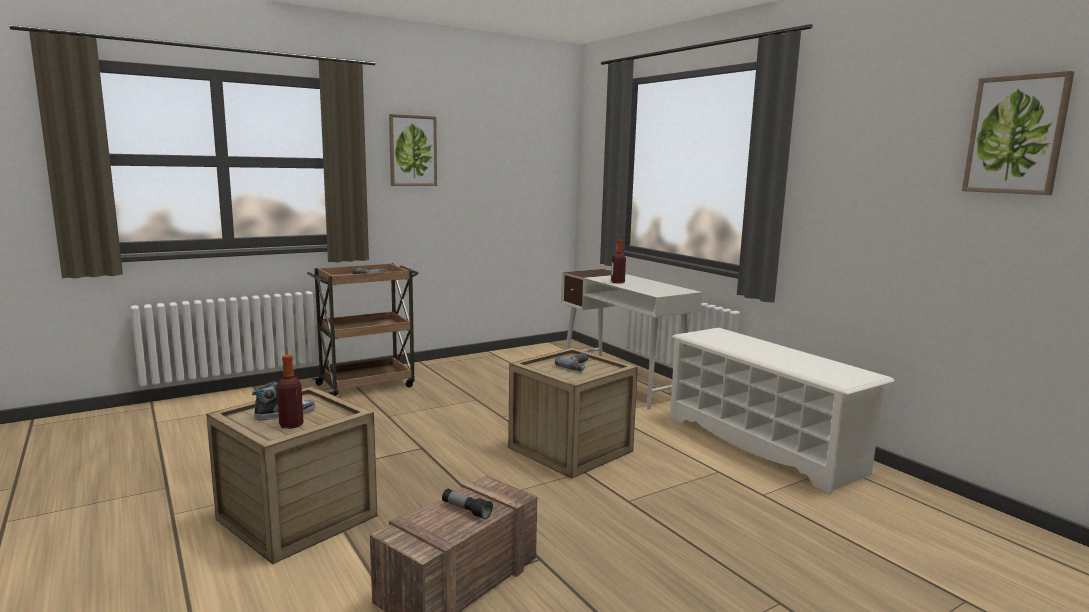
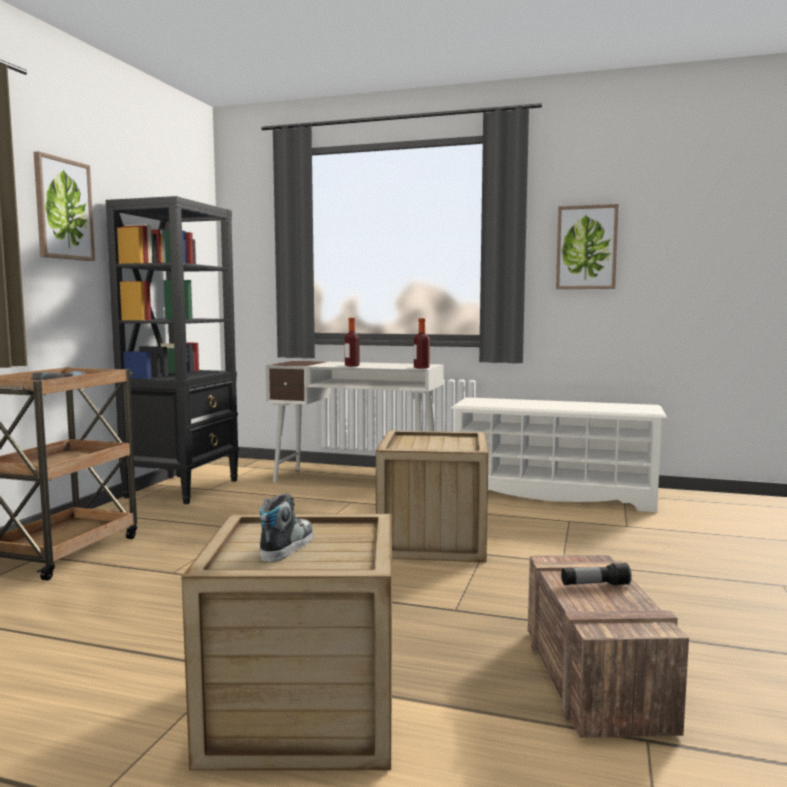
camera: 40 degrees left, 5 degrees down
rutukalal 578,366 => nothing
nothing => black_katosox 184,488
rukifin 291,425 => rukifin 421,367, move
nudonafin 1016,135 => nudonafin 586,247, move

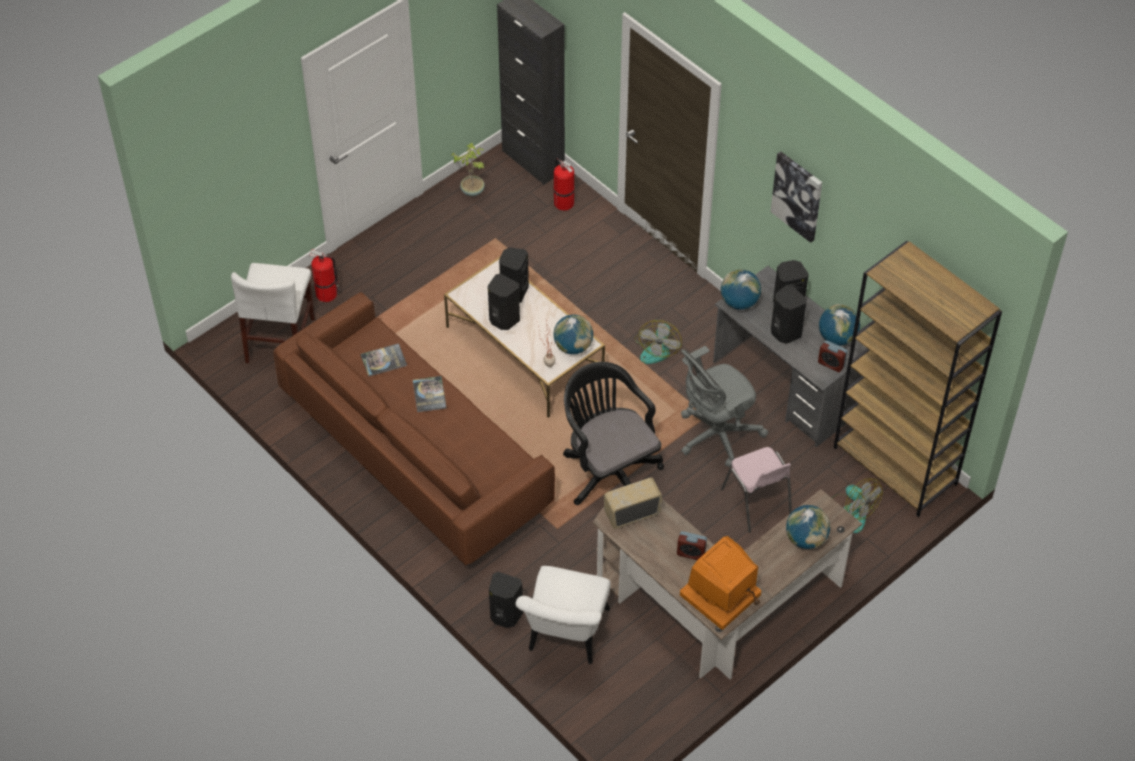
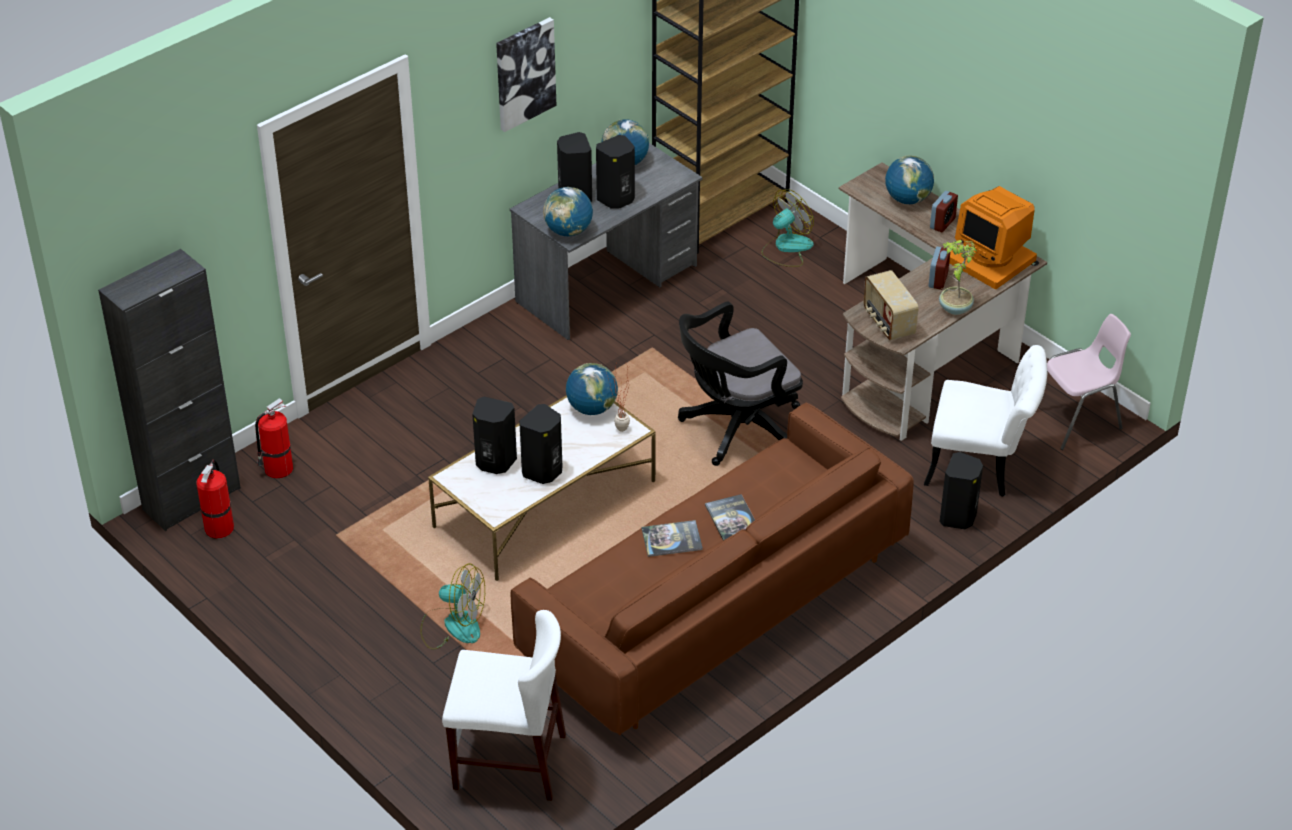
camera: 90 degrees left, 10 degrees down
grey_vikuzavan 715,436 => nothing
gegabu 327,294 => gegabu 219,526, move
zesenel 383,360 => zesenel 732,519, move
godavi 472,190 => godavi 954,308, move
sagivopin 657,348 => sagivopin 453,625, move
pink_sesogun 756,503 => pink_sesogun 1077,421, move
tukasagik 831,364 => tukasagik 942,223, move

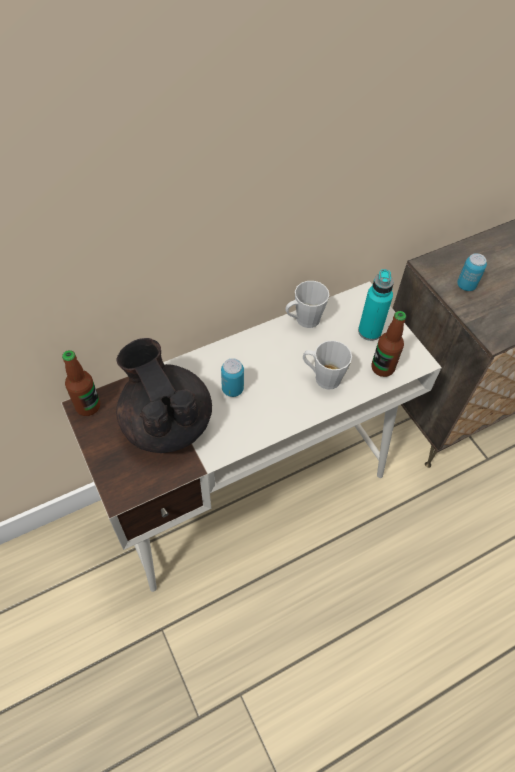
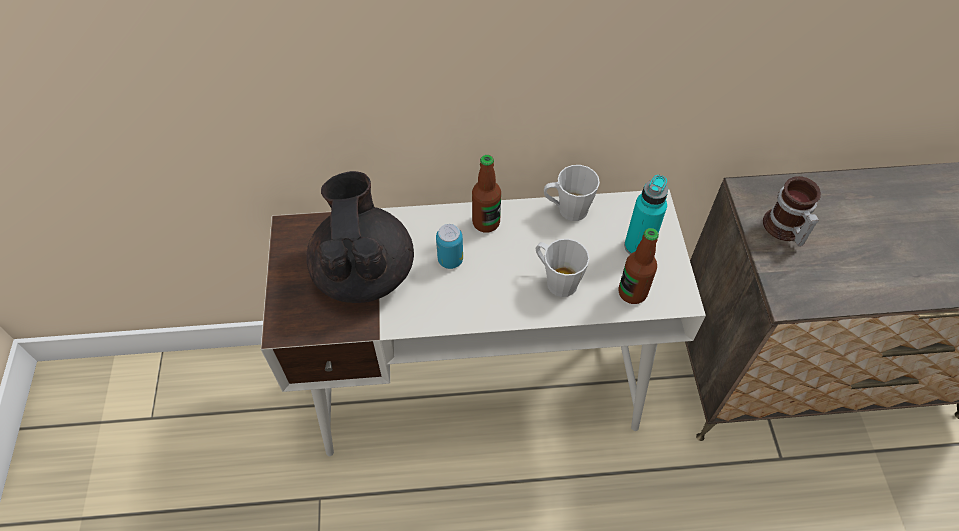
camera: 25 degrees right, 0 degrees up
rukifin 88,406 => rukifin 486,222, move
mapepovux 466,285 => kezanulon 783,228

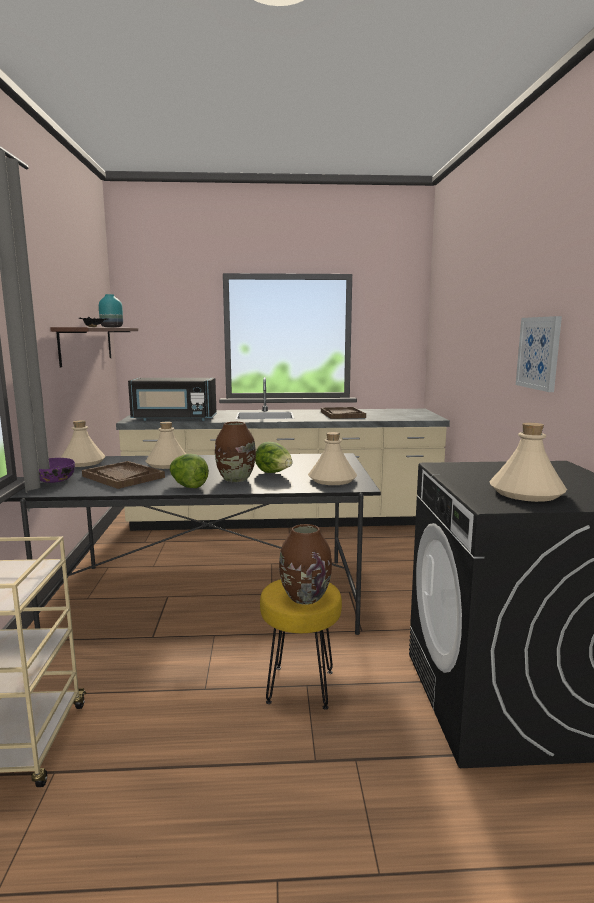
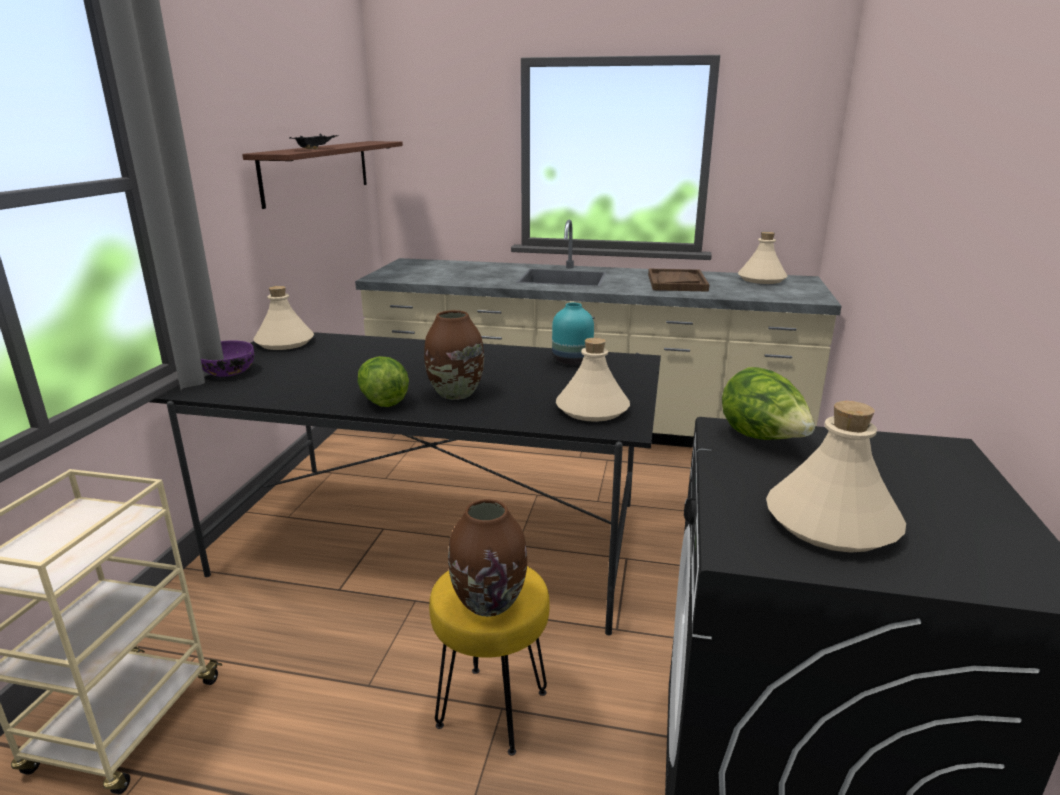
camera: 15 degrees right, 10 degrees up
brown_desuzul 123,477 => nothing
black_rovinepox 174,419 => nothing
nudonafin 539,353 => nothing
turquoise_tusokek 111,327 => turquoise_tusokek 572,361, move
beige_rukifin 168,464 => beige_rukifin 761,279, move
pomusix 274,473 => pomusix 763,439, move

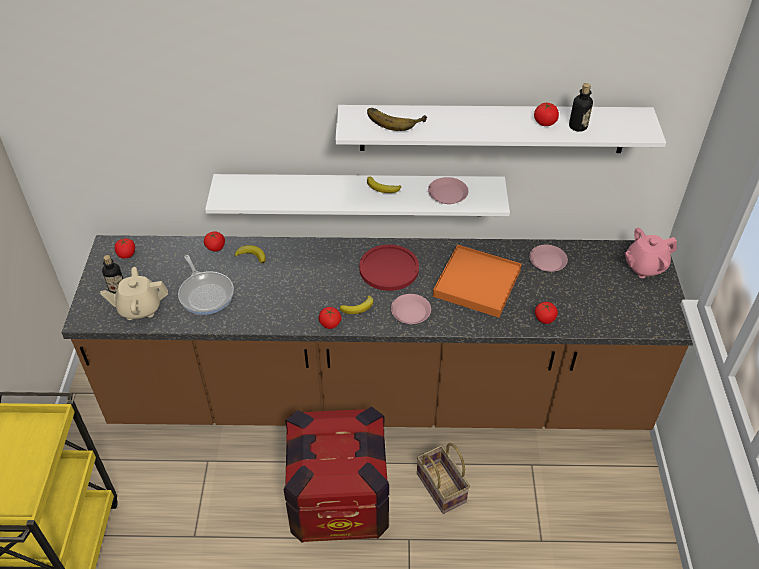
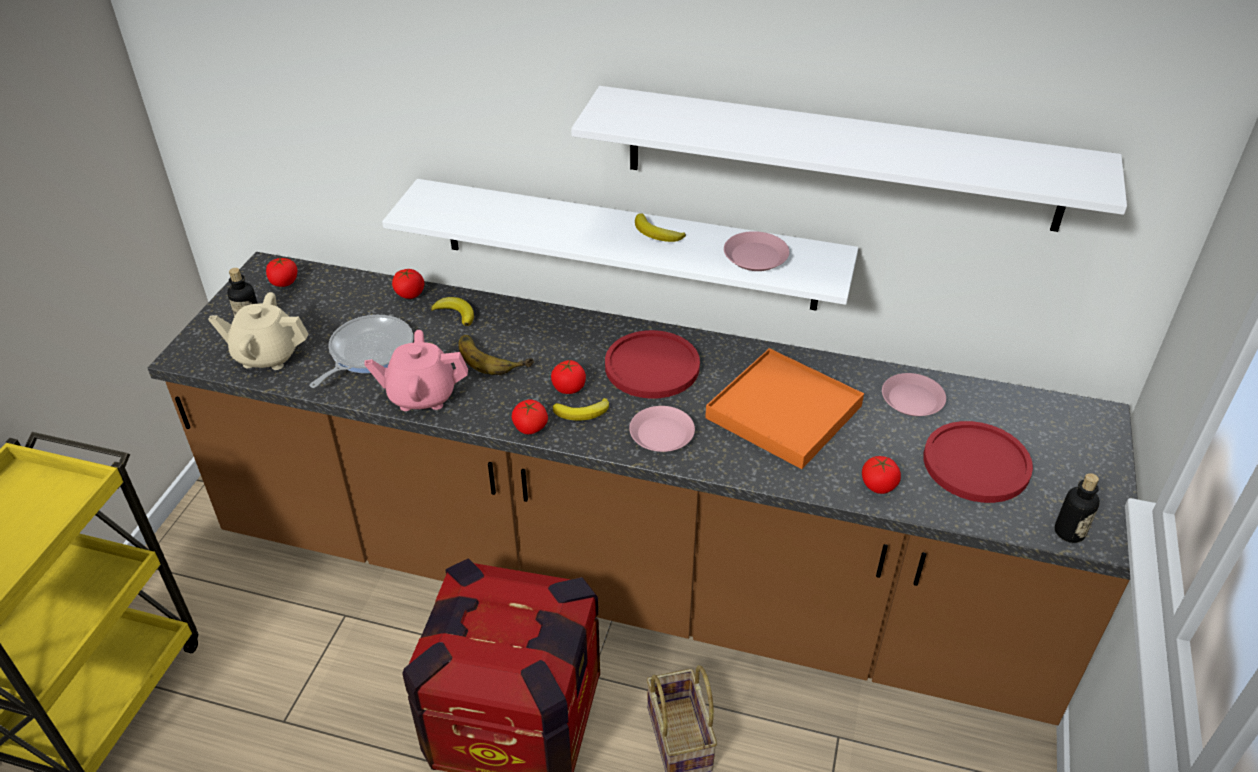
camera: 15 degrees right, 5 degrees down
nothing => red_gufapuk 976,463
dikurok 394,119 => dikurok 493,356, move
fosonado 545,122 => fosonado 569,387, move
rukifin 578,126 => rukifin 1069,532, move
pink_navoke 644,267 => pink_navoke 421,395, move
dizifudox 206,293 => dizifudox 368,352, 135 degrees counterclockwise

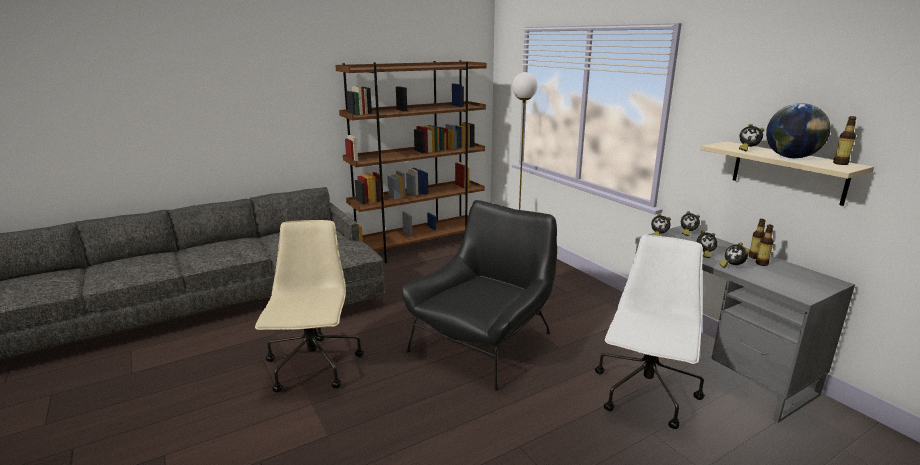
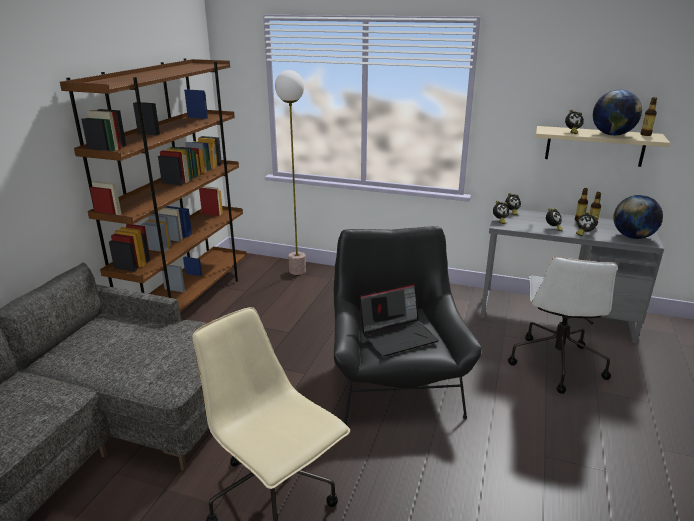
camera: 40 degrees left, 5 degrees up
nothing => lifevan 398,335
nothing => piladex 633,237
white_vikuzavan 645,395 => white_vikuzavan 556,362, 150 degrees counterclockwise

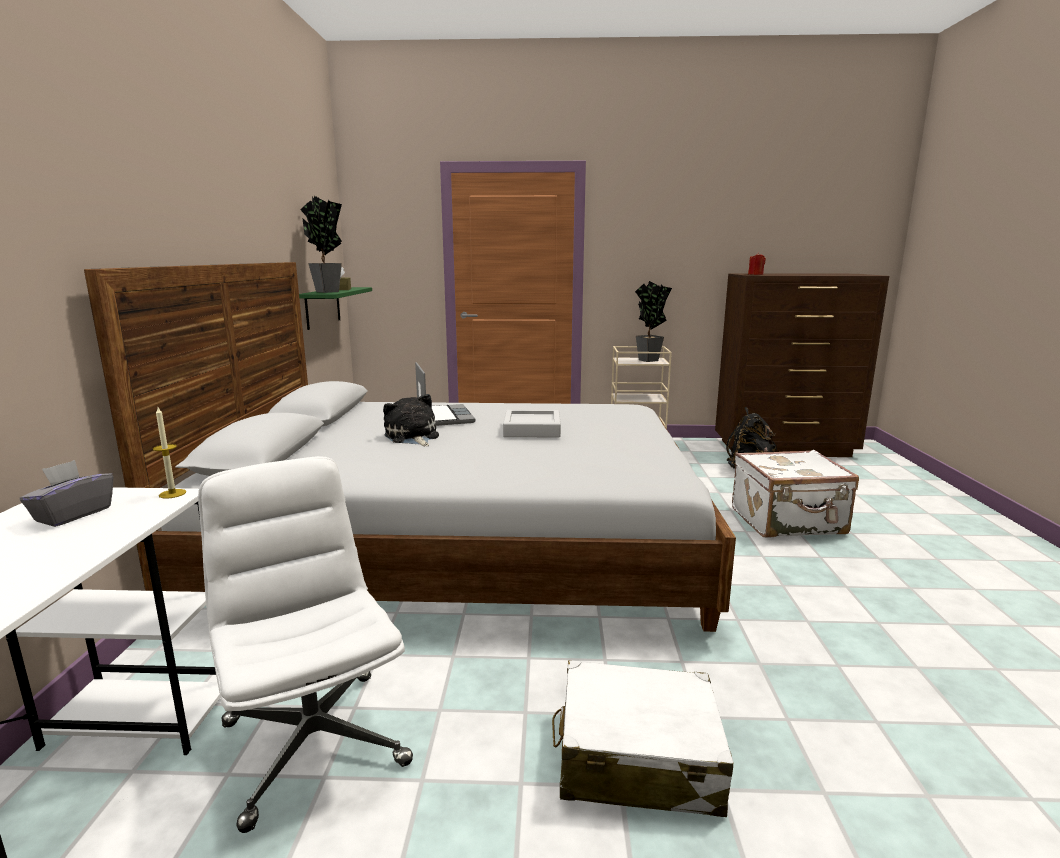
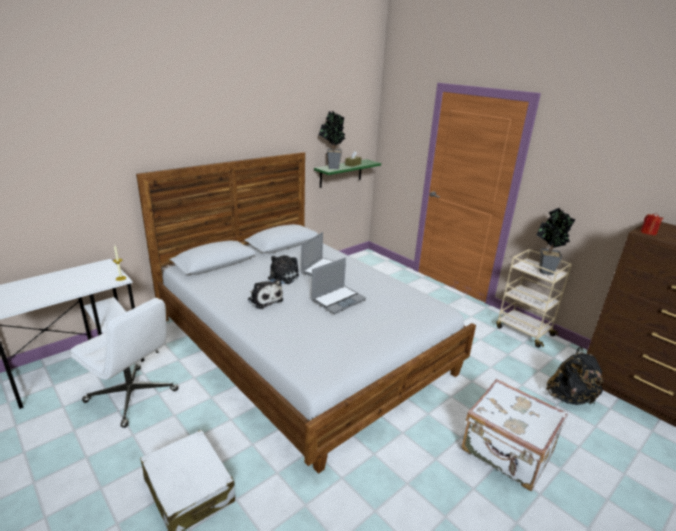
camera: 45 degrees right, 10 degrees up
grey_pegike 73,514 => nothing
nothing => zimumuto 264,299
grey_desuzul 532,429 => lifevan 338,300
white_vikuzavan 313,742 => white_vikuzavan 133,396, 105 degrees clockwise

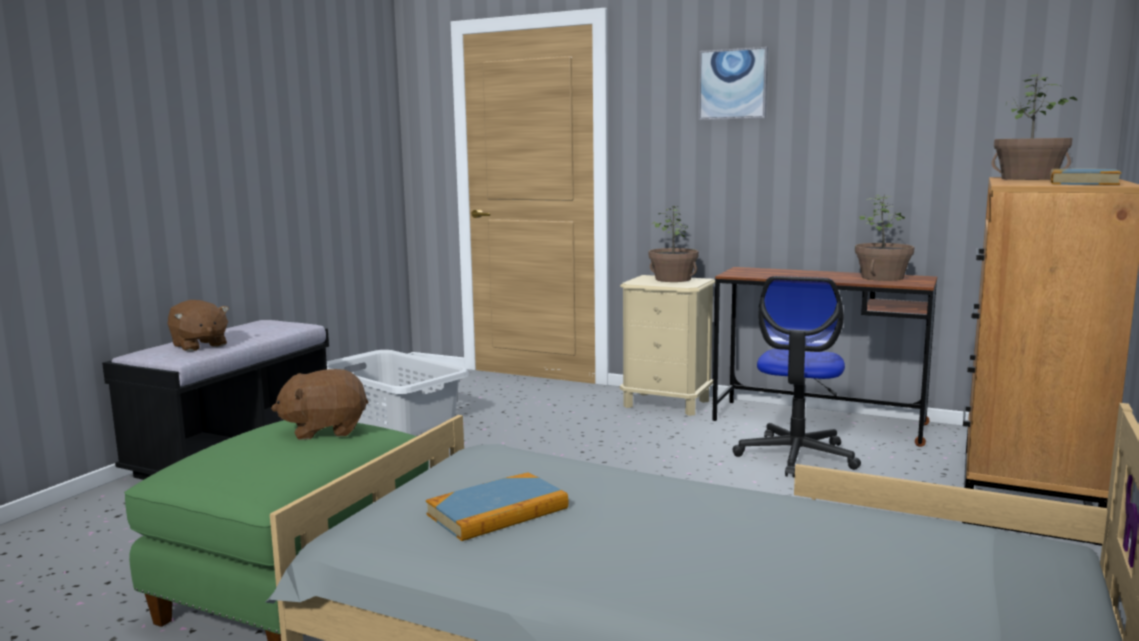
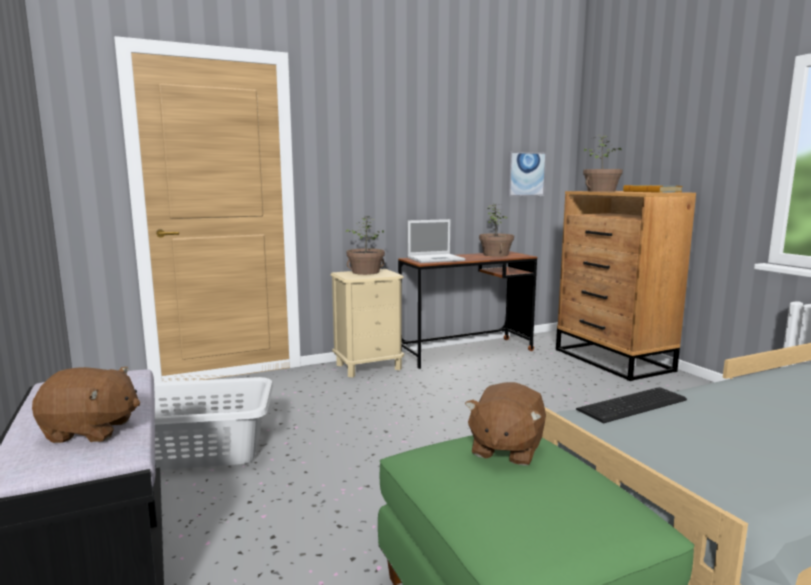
camera: 50 degrees left, 0 degrees up
zesenel 498,511 => nothing
vikuzavan 796,456 => nothing
nothing => lifevan 436,259
nothing => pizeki 635,405
nudonafin 733,84 => nudonafin 525,174, move

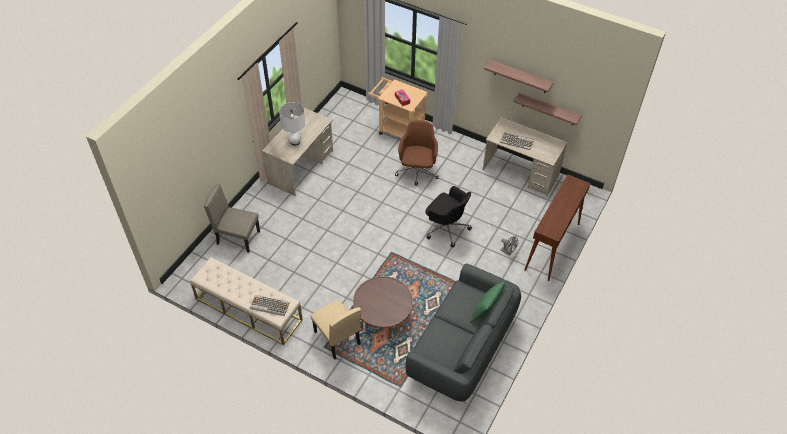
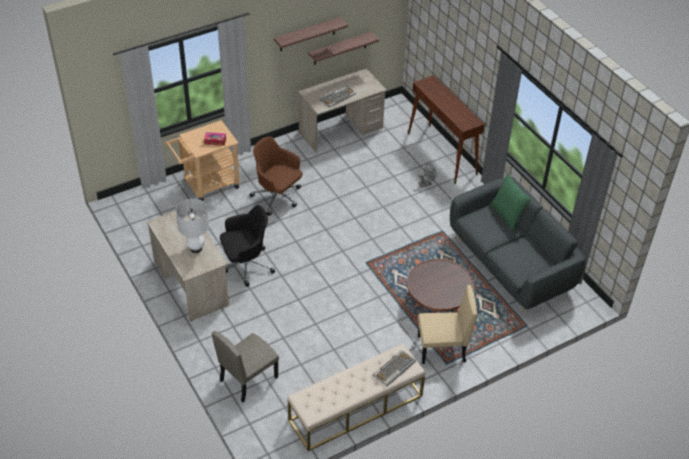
camera: 60 degrees left, 5 degrees down
black_vikuzavan 446,228 => black_vikuzavan 246,265, move

